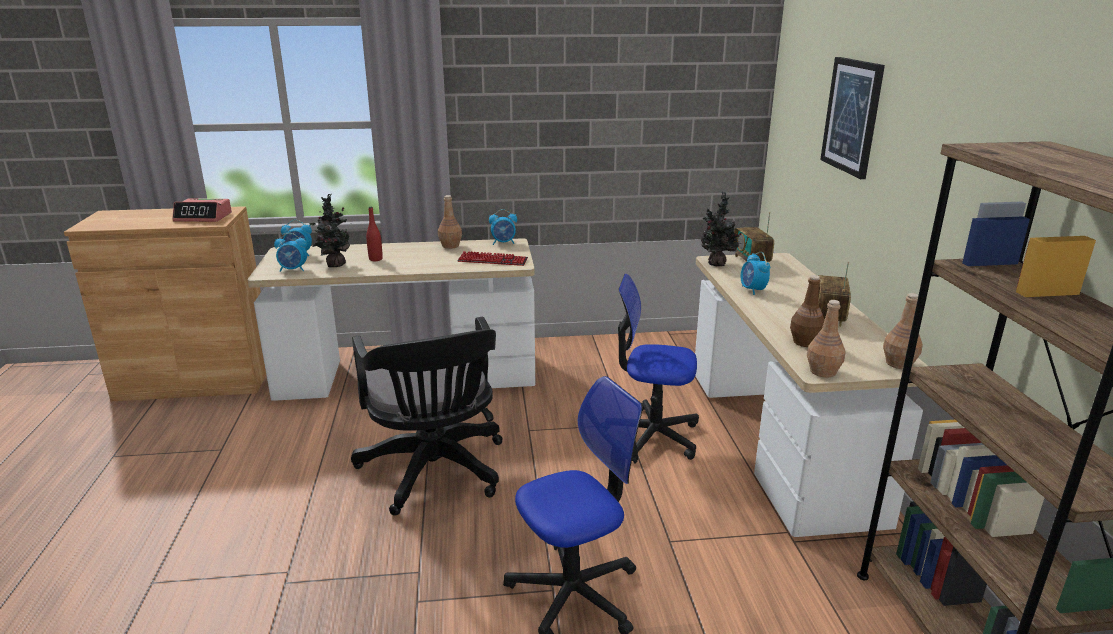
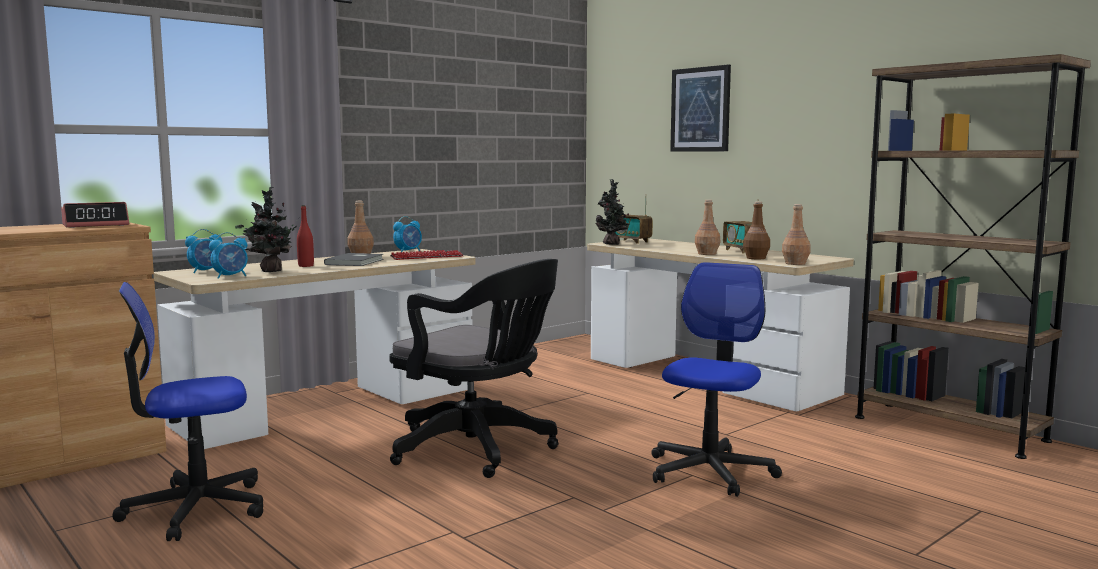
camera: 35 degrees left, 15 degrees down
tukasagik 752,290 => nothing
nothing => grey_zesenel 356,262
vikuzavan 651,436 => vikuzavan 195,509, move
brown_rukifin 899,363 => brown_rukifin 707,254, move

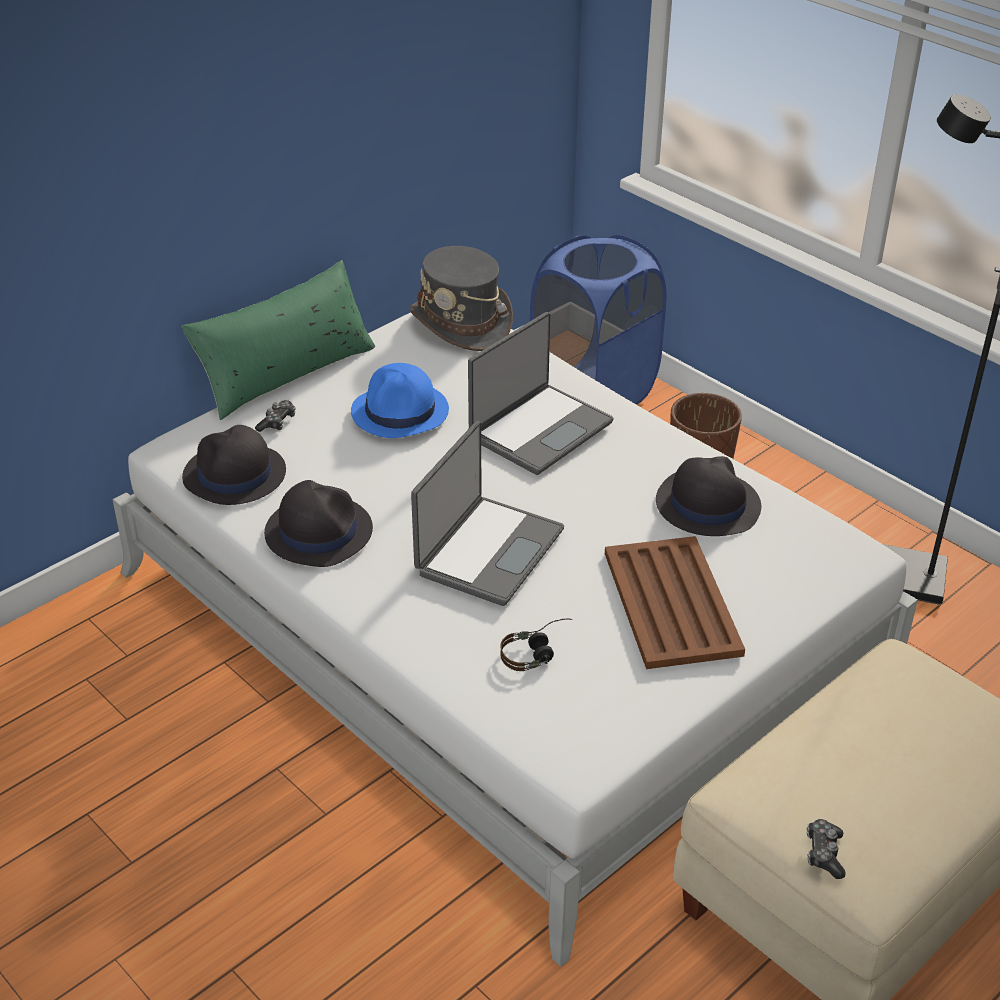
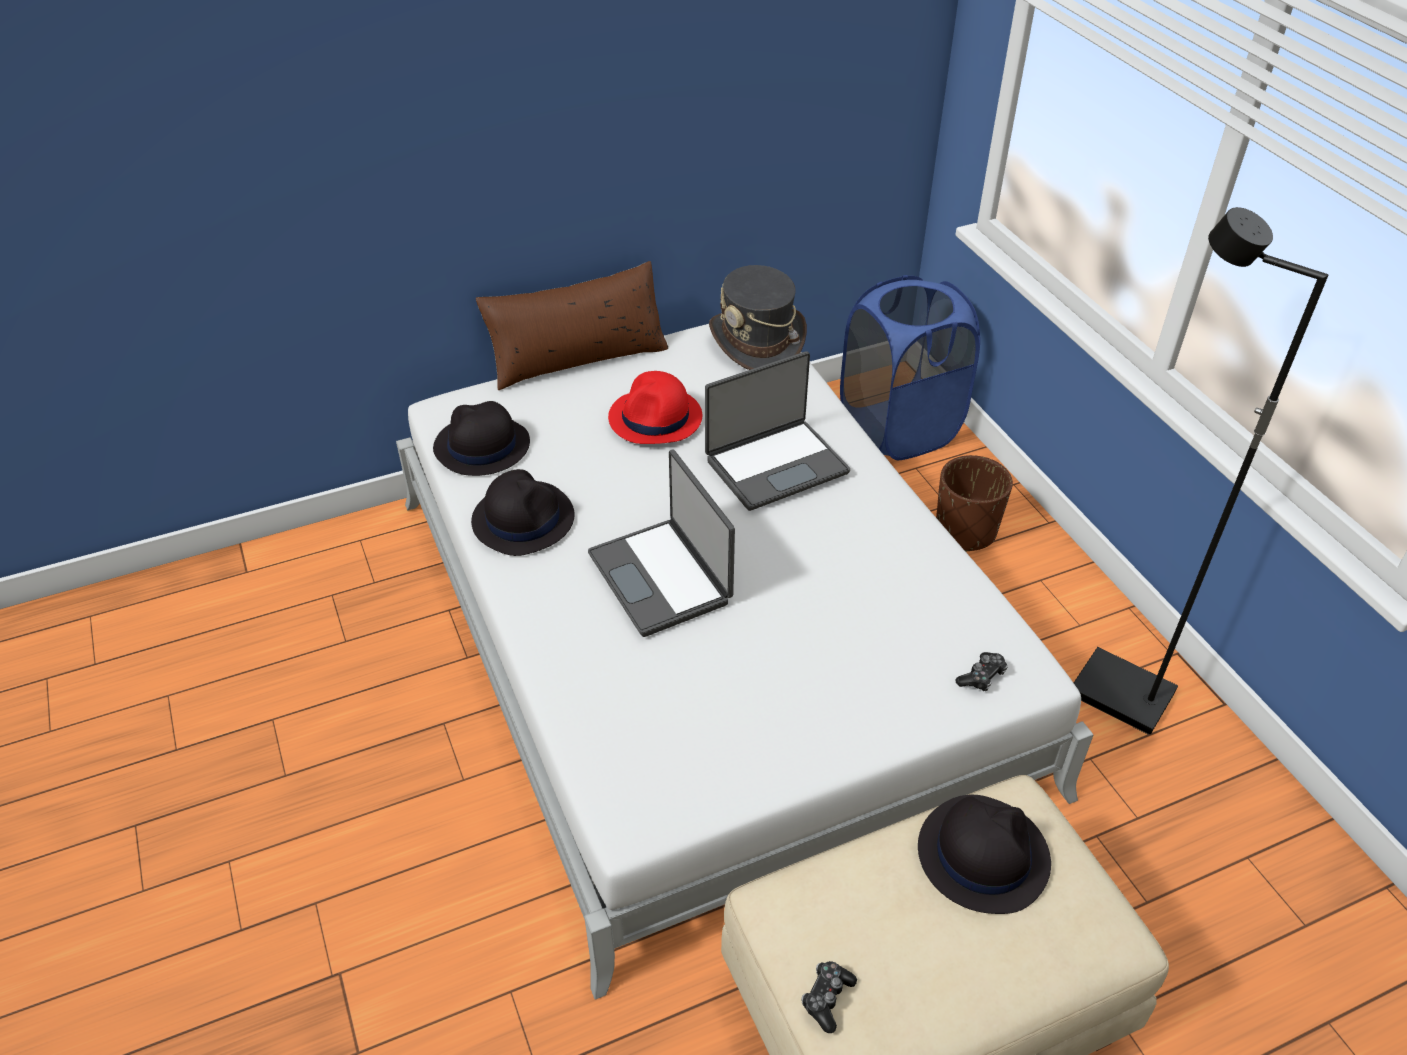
camera: 20 degrees right, 5 degrees up
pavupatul 538,652 => nothing
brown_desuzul 671,604 => nothing
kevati 277,422 => kevati 982,677, move
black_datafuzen 707,504 => black_datafuzen 982,854, move
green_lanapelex 286,373 => brown_lanapelex 578,358
blue_datafuzen 400,412 => red_datafuzen 656,418
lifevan 487,551 => lifevan 662,577, 105 degrees clockwise

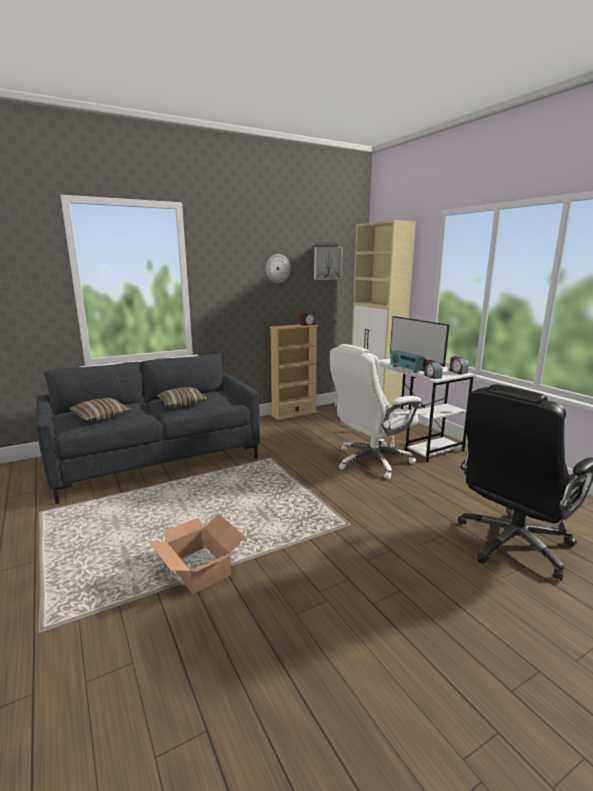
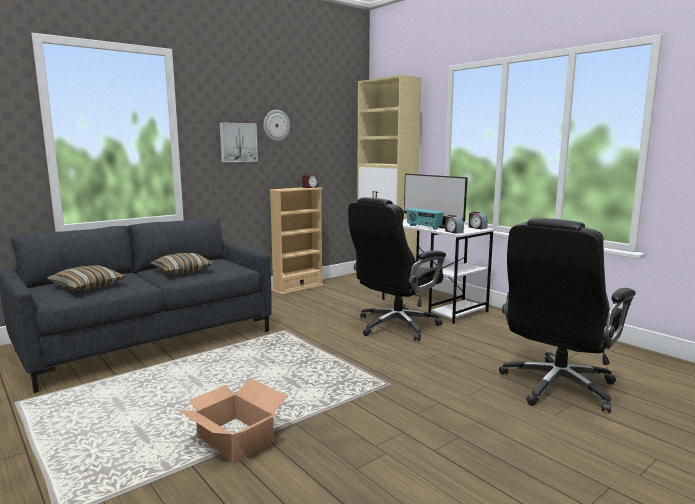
camera: 10 degrees left, 5 degrees down
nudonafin 327,263 => nudonafin 238,142, move
white_vikuzavan 371,461 => black_vikuzavan 395,326

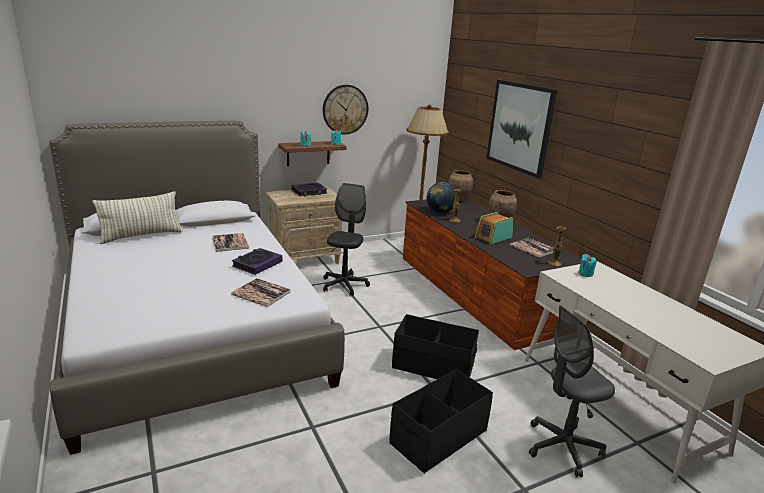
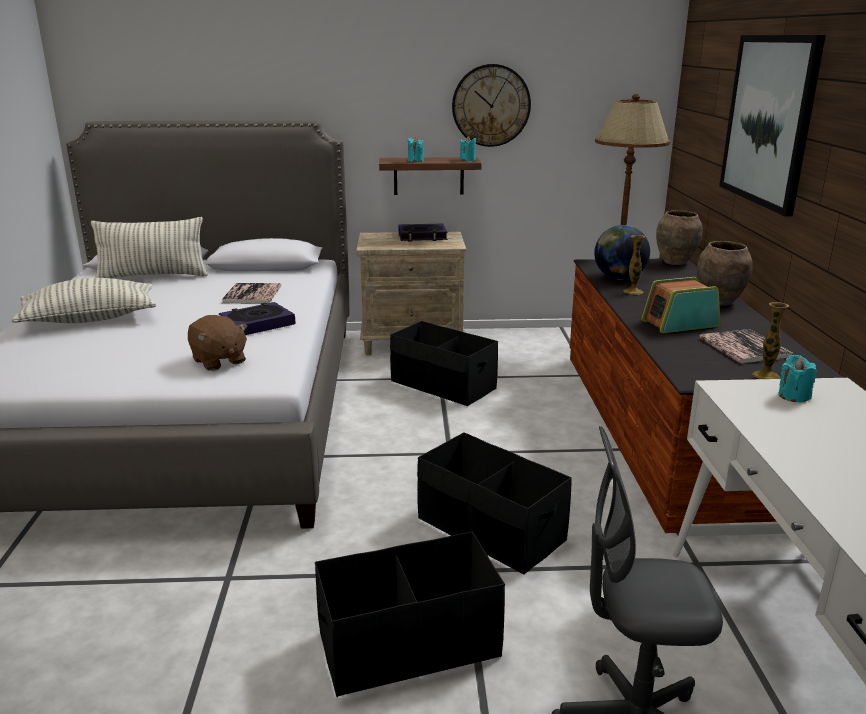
camera: 25 degrees right, 0 degrees up
nothing => lanapelex 90,319
zesenel 261,293 => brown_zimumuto 218,361
black_vikuzavan 344,285 => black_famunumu 443,385

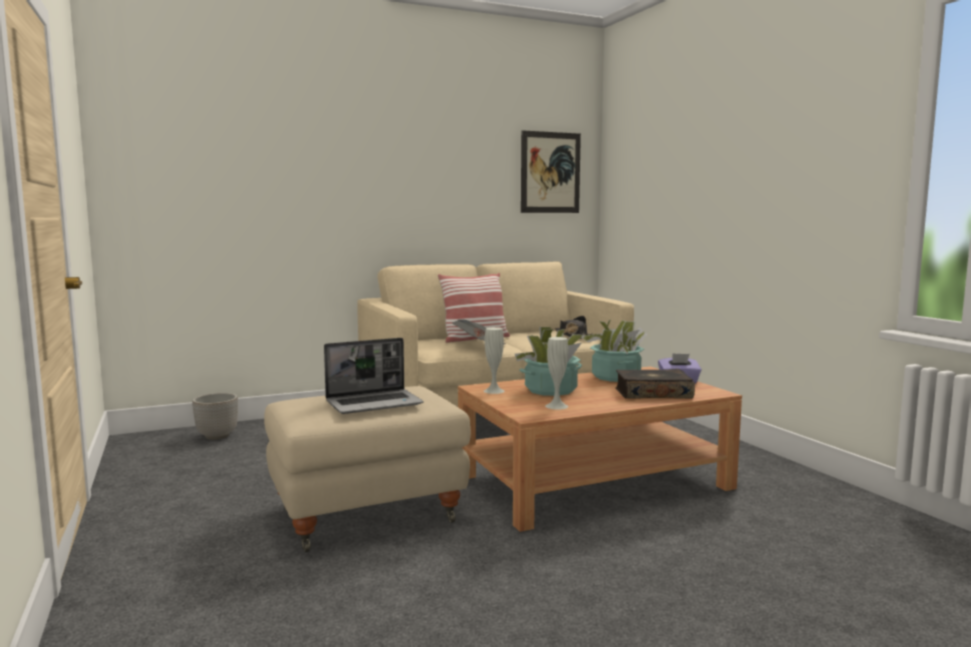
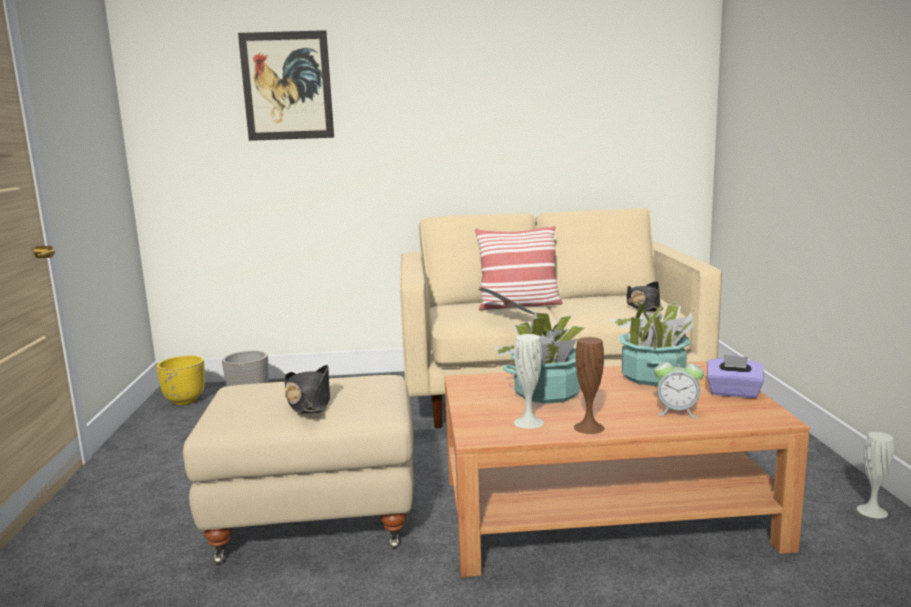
camera: 20 degrees right, 5 degrees up
nothing => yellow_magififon 185,401
nothing => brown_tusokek 589,427
white_tusokek 494,391 => white_tusokek 872,511, move
nudonafin 550,172 => nudonafin 287,86, move
lifevan 375,403 => black_datafuzen 309,402
zesenel 652,393 => tukasagik 677,412

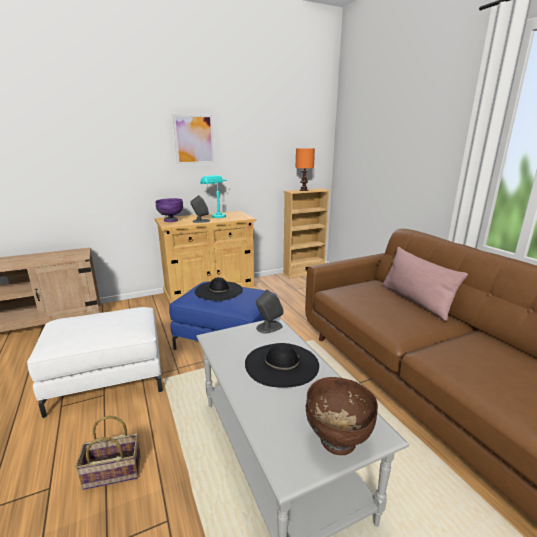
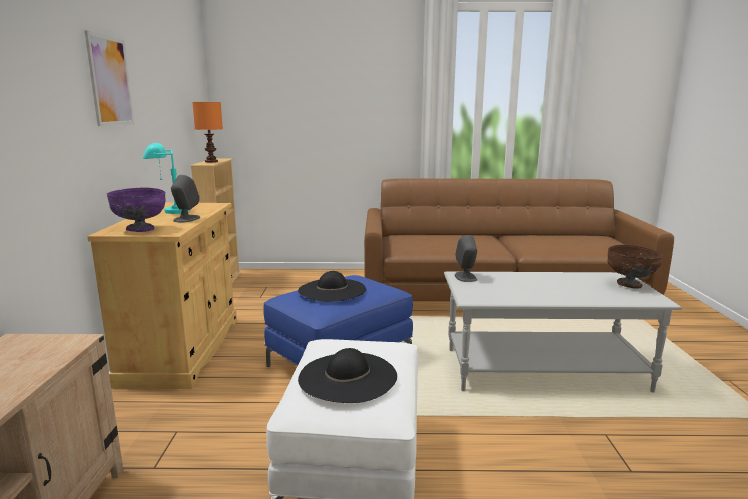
camera: 65 degrees left, 5 degrees down
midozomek 111,473 => nothing
pink_lanapelex 415,300 => nothing
black_datafuzen 281,364 => black_datafuzen 348,377, move

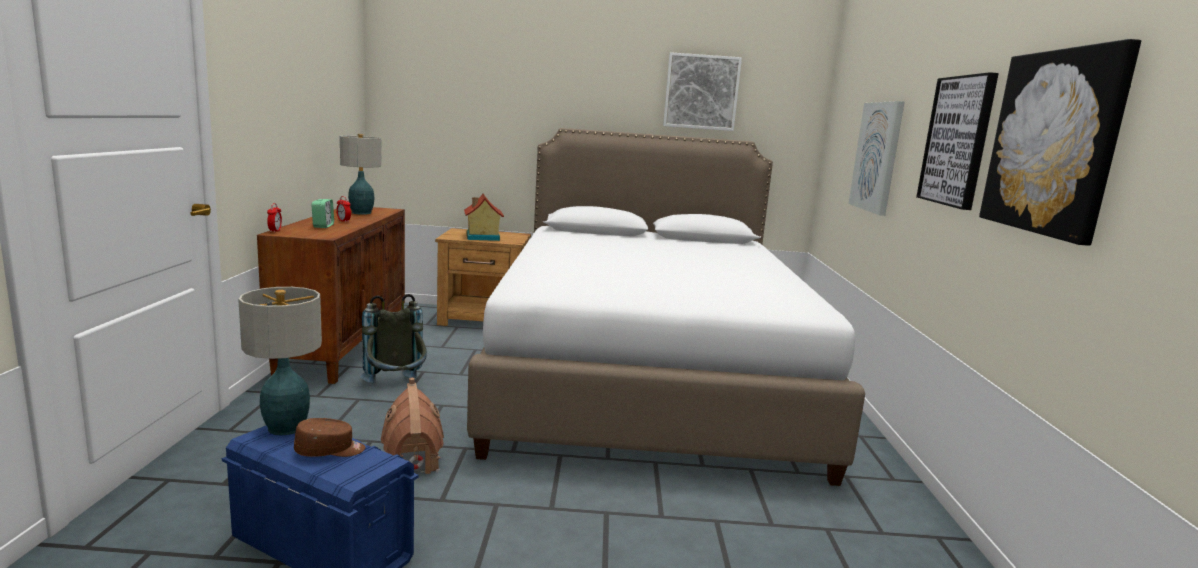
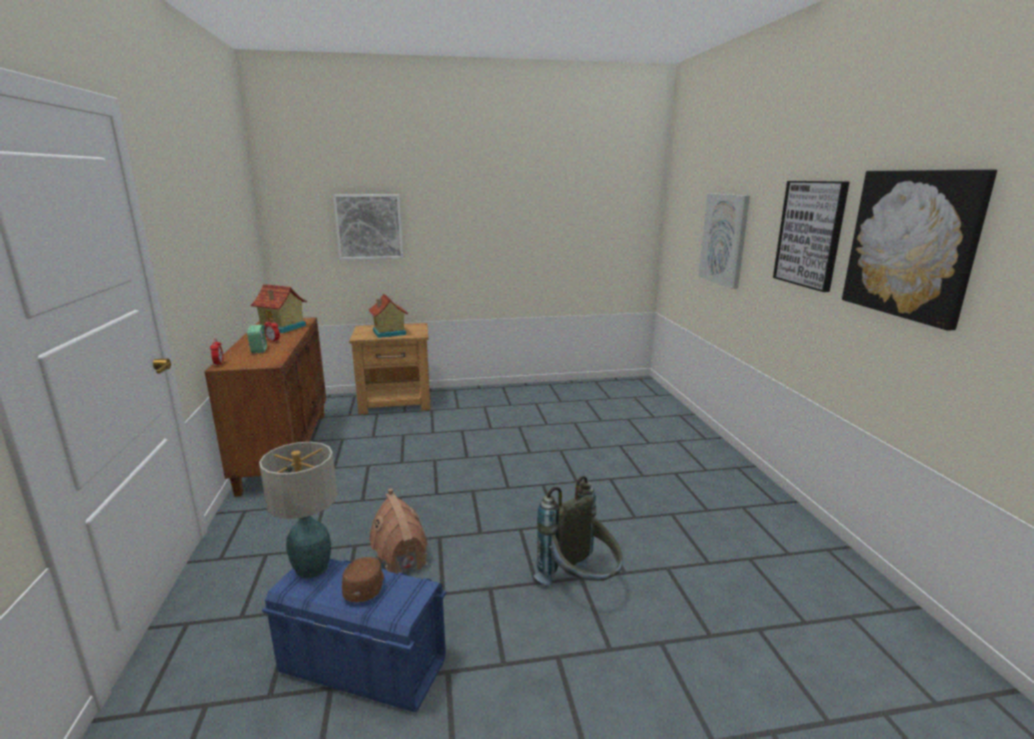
camera: 10 degrees left, 5 degrees up
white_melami 646,377 => nothing
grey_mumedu 396,388 => grey_mumedu 581,585, move
nudonafin 701,92 => nudonafin 369,227, move
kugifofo 361,213 => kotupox 281,328
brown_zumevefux 330,451 => brown_zumevefux 365,586, 60 degrees counterclockwise

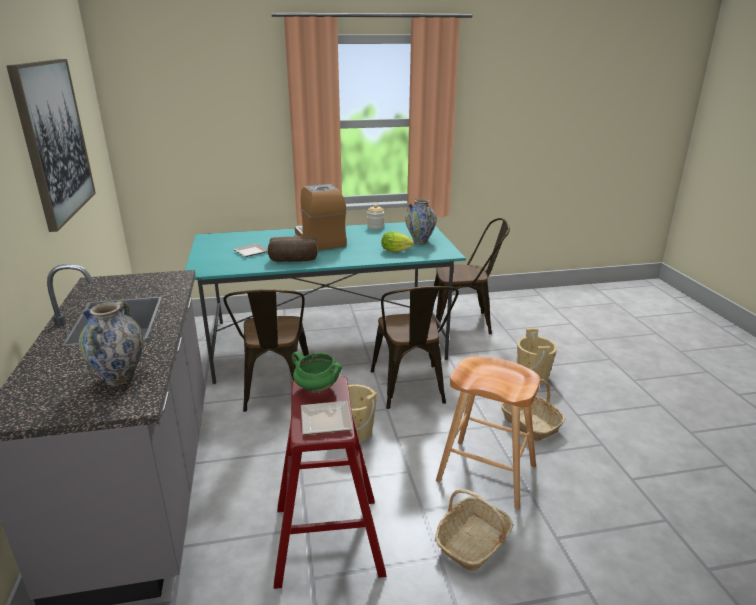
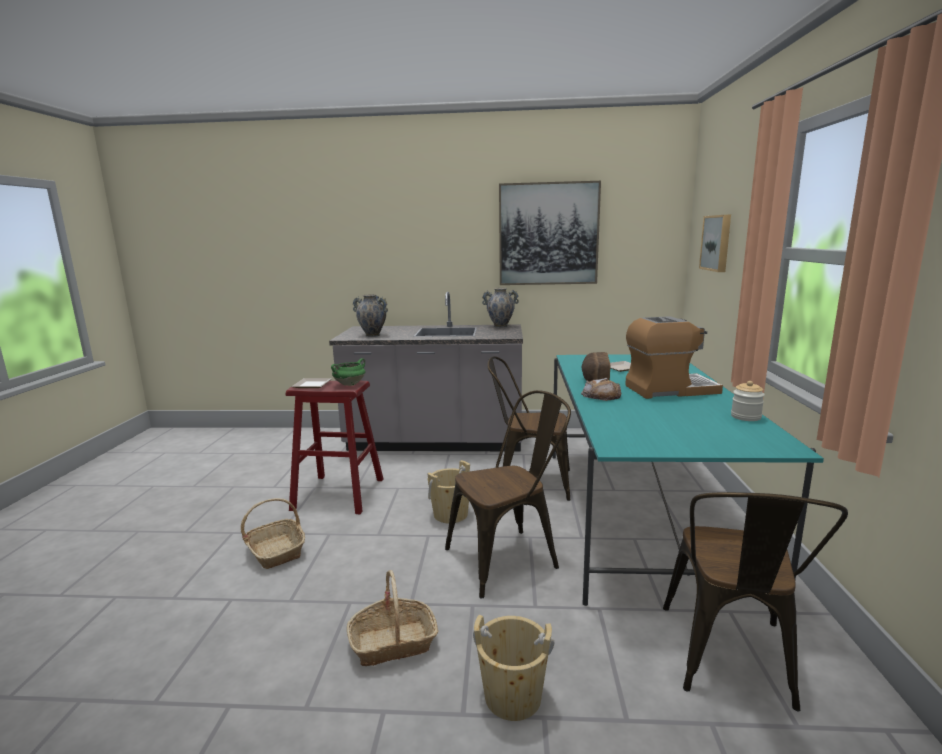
camera: 105 degrees right, 10 degrees down
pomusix 397,251 => nothing
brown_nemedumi 486,473 => nothing
nothing => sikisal 601,395
nothing => nudonafin 717,243
tusokek 420,241 => tusokek 500,326, move
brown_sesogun 410,390 => brown_sesogun 510,557, 150 degrees clockwise

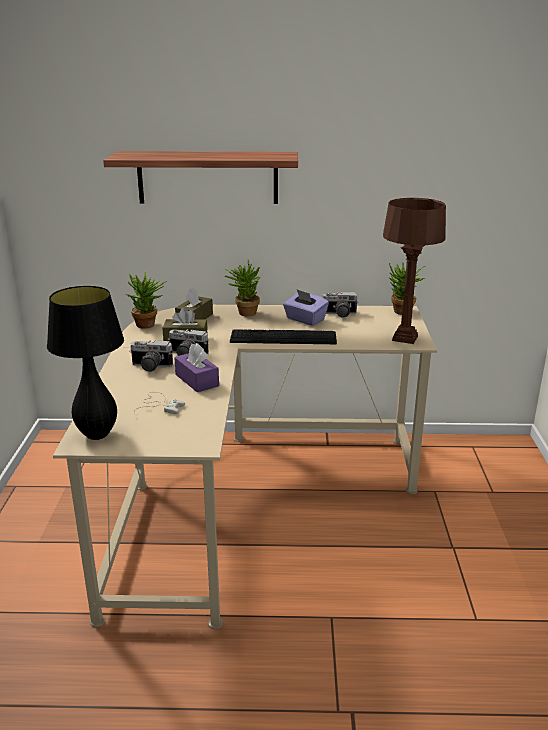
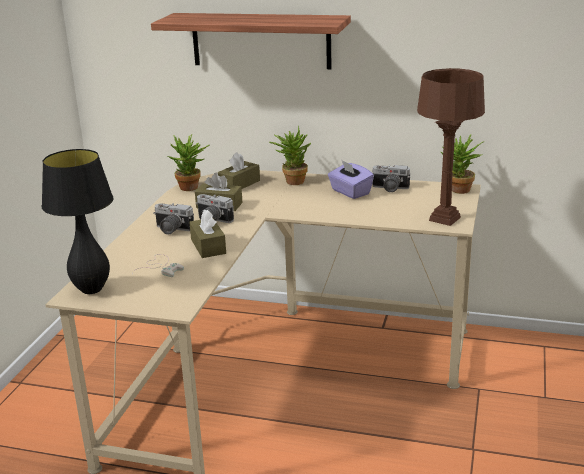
camera: 15 degrees right, 0 degrees up
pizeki 283,337 => nothing
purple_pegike 197,380 => brown_pegike 208,246

